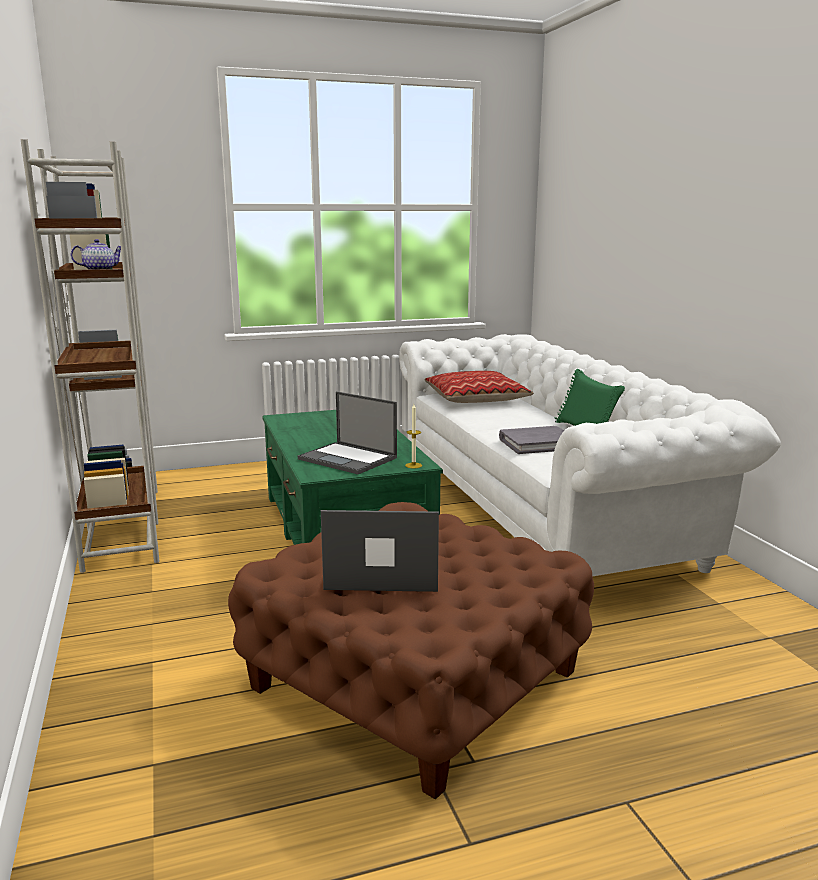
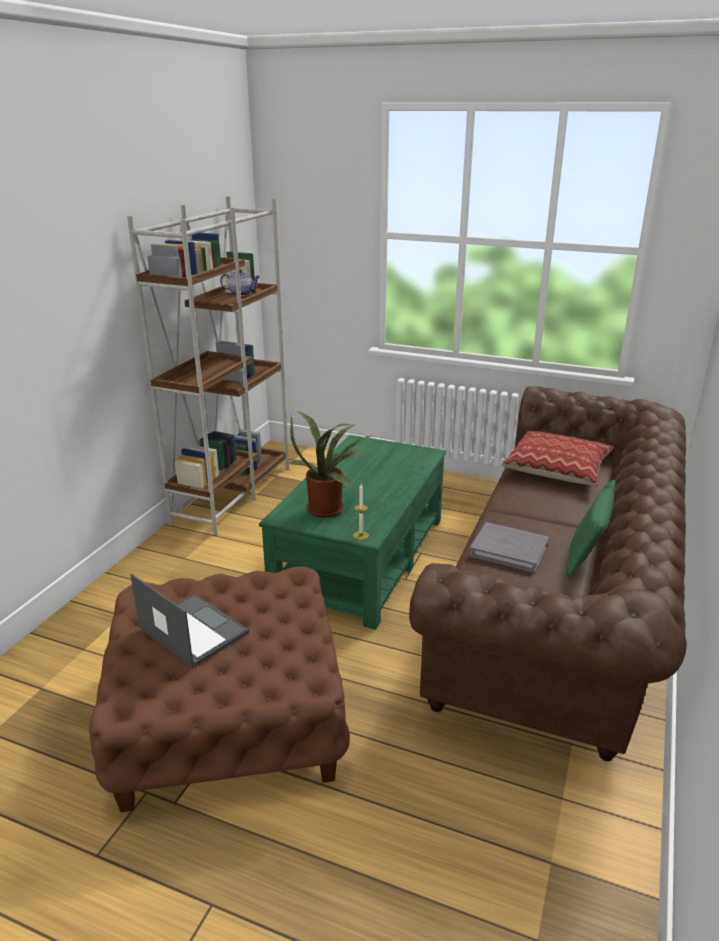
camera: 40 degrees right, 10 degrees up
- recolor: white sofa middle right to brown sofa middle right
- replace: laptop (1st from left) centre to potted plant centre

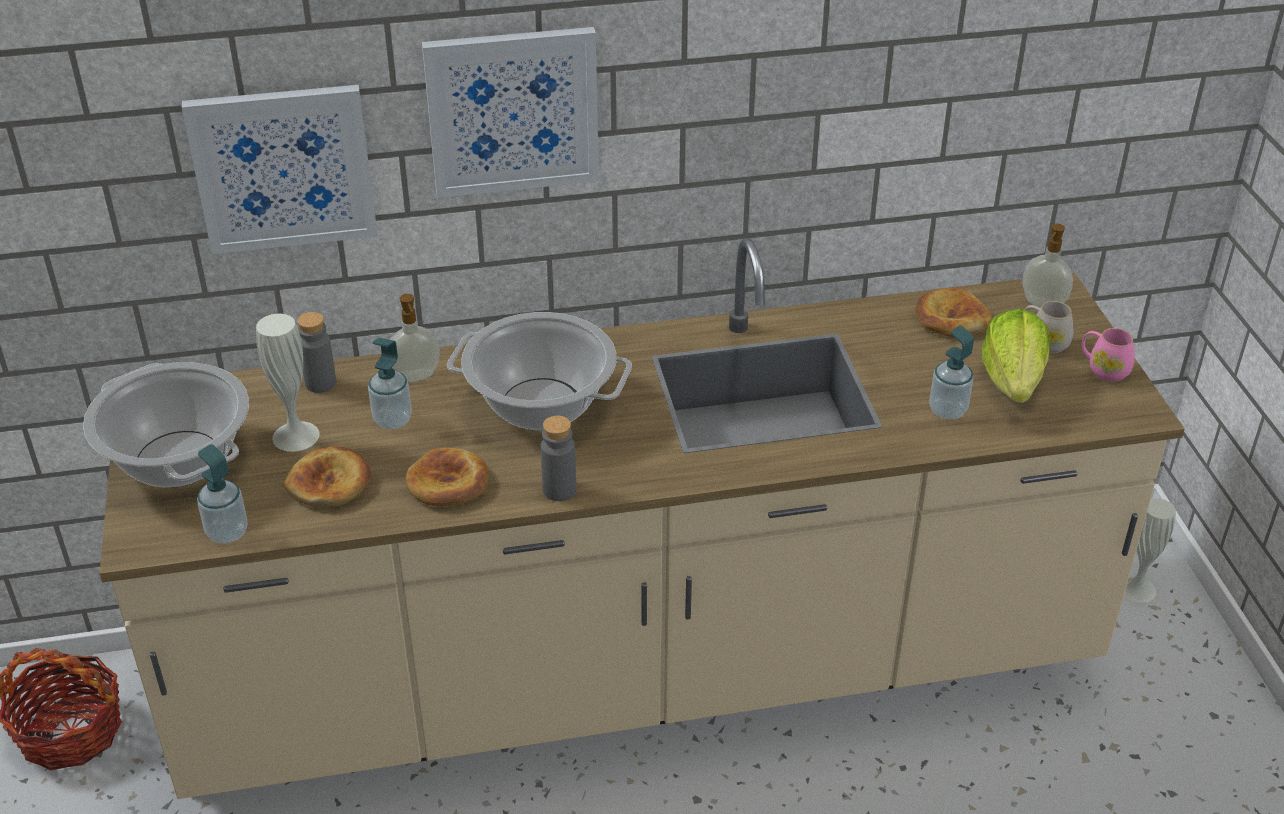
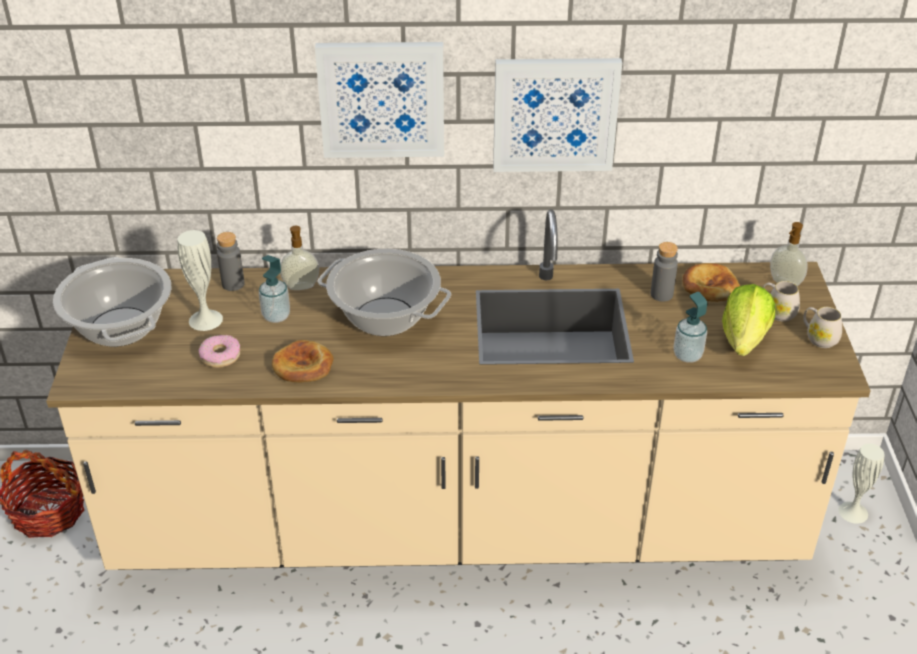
camera: 10 degrees right, 0 degrees up
- move: picture (1st from left in the first image) top left to picture (2nd from left) top centre
- recolor: pink mug middle right to white mug (2nd from left) middle right
- move: grey bottle (2nd from left) centre to middle right
- delete: soap dispenser (1st from left) middle left
- replace: bread (1st from left) middle left to donut middle left

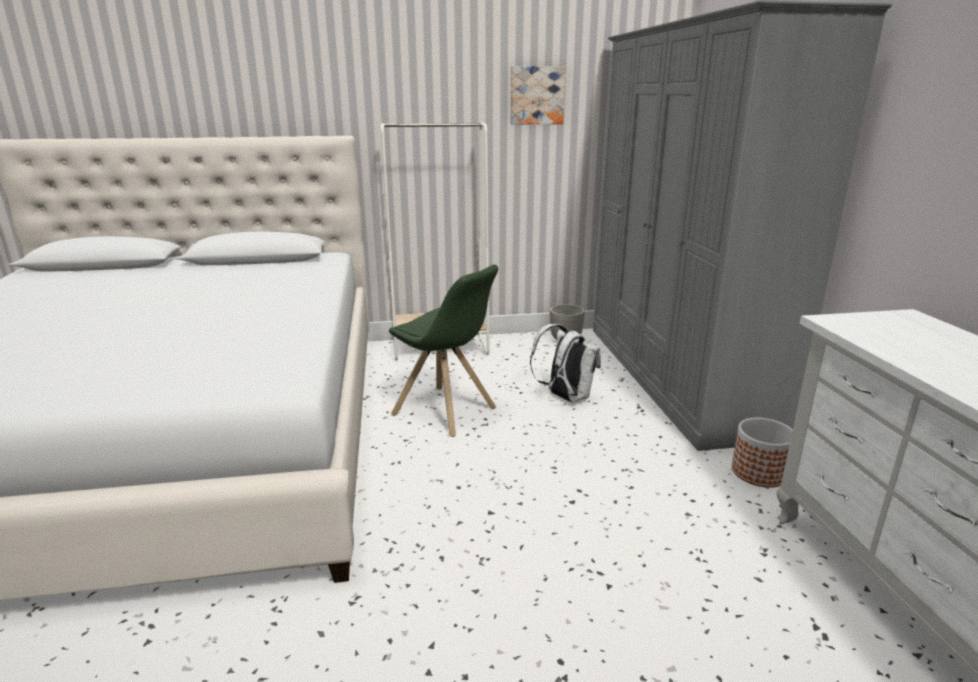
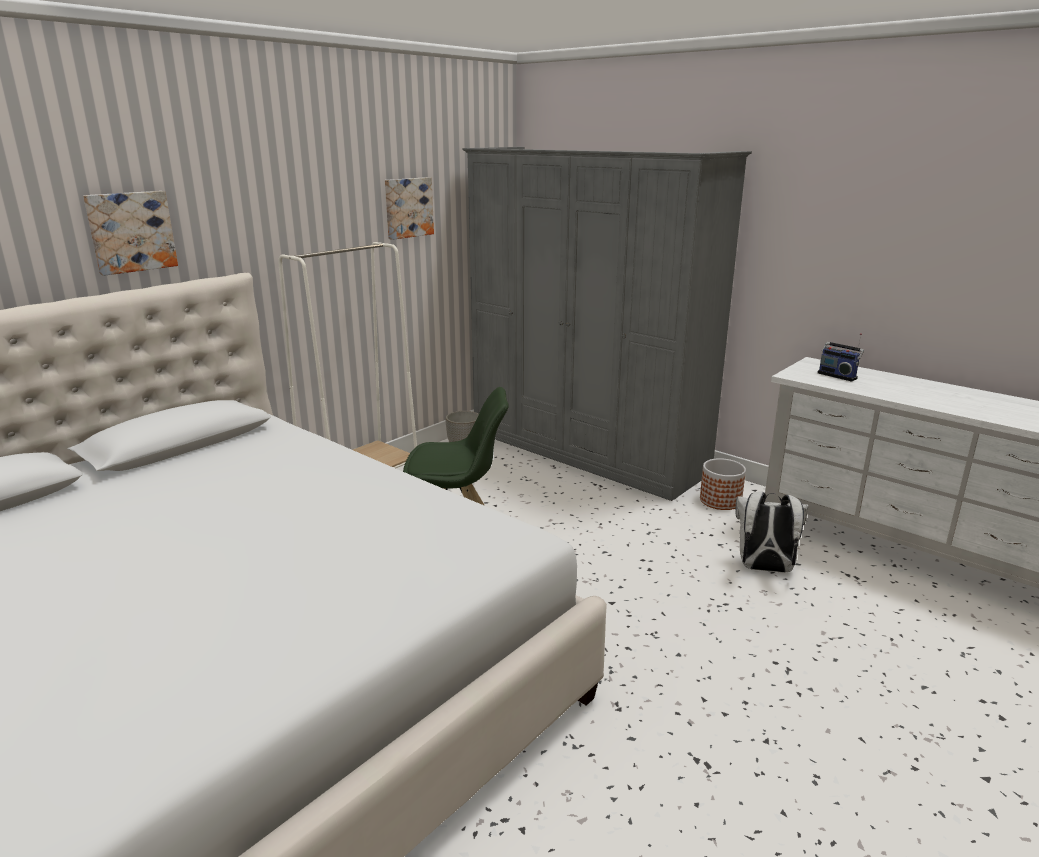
camera: 40 degrees left, 0 degrees up
- move: white backpack centre to middle right
- insert: picture (1st from left) top left
- insert: radio middle right

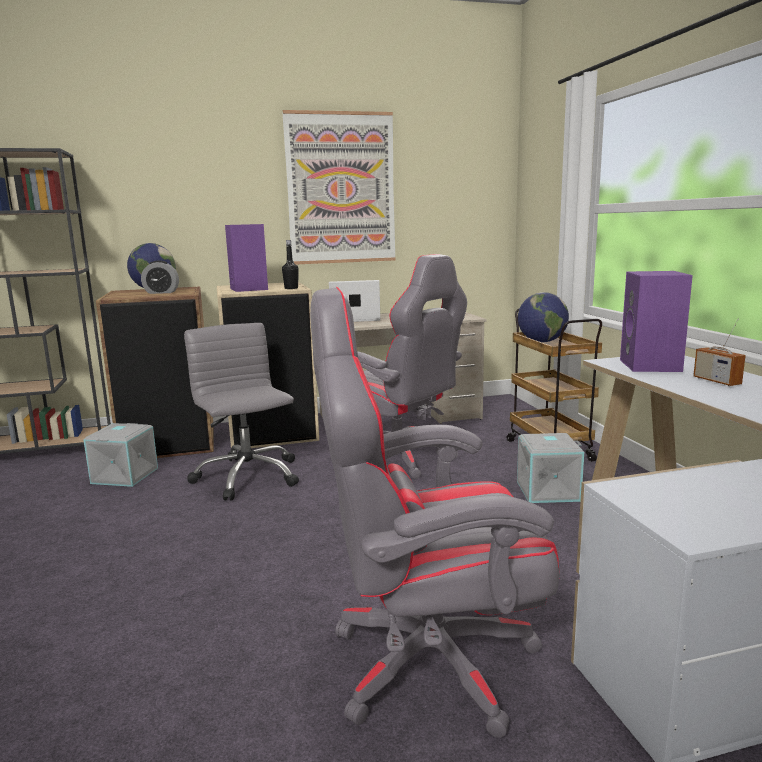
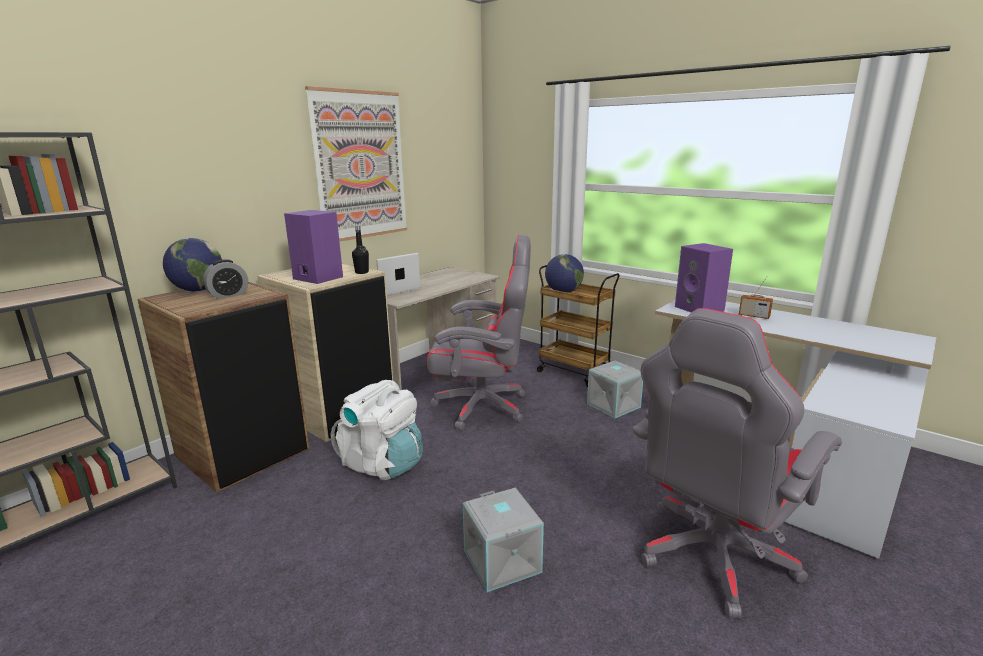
camera: 35 degrees left, 5 degrees up
- replace: grey office chair (1st from left) middle left to white backpack centre
- move: grey storage box (1st from left) middle left to bottom centre

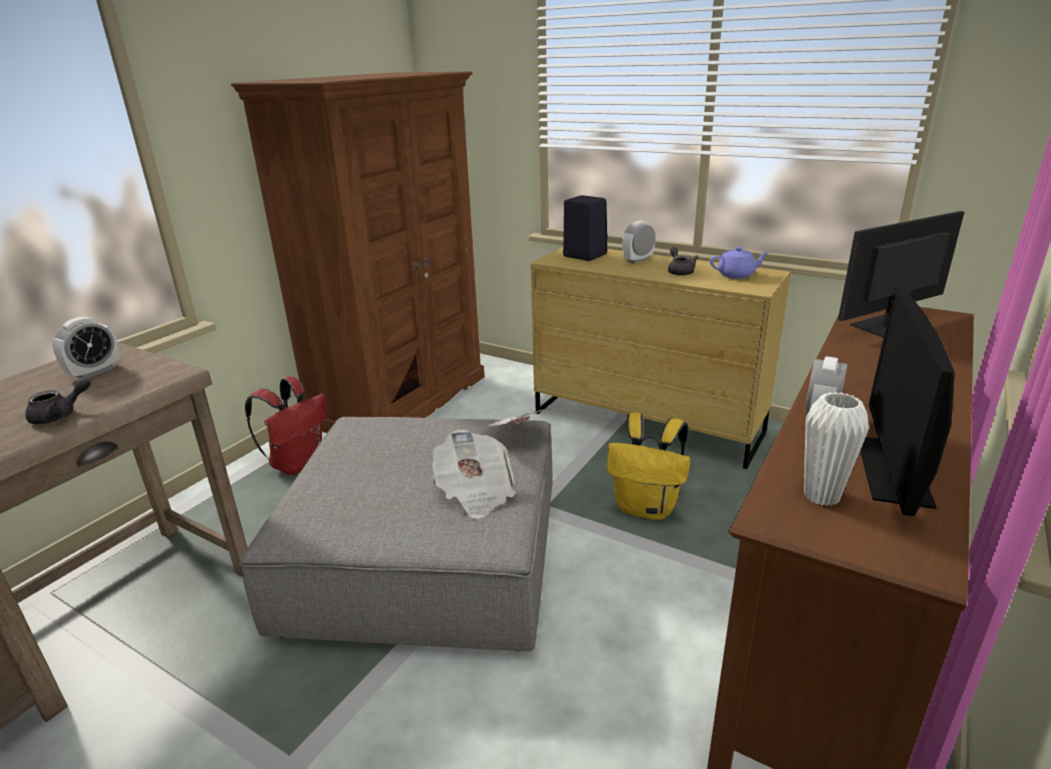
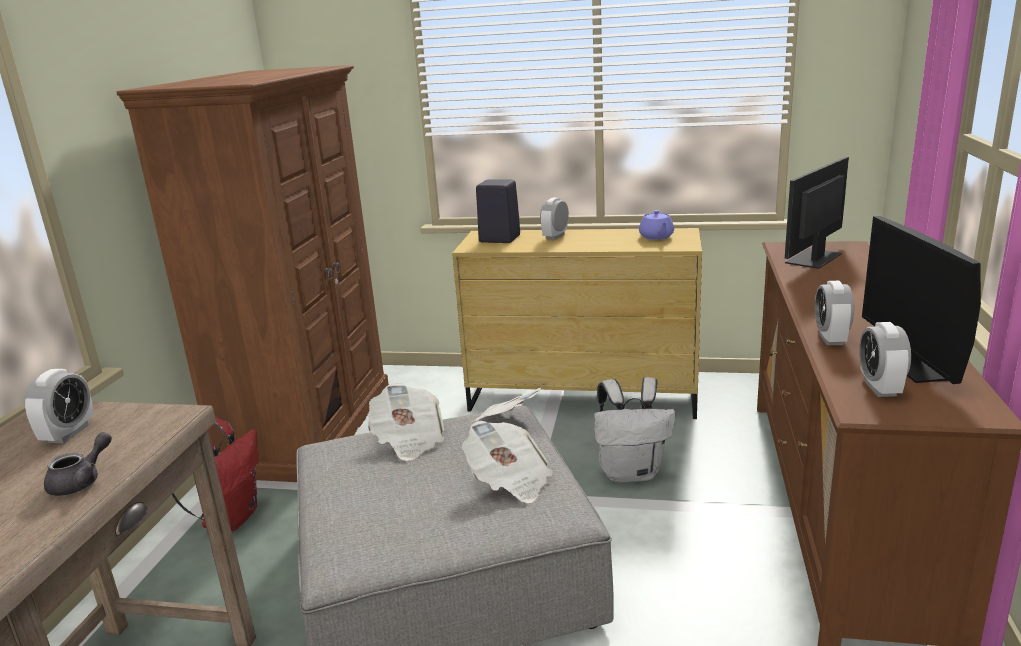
camera: 20 degrees left, 5 degrees down
- delete: grey teapot (2nd from left) centre
- rotate: purple teapot middle right = centre 105 degrees clockwise
- replace: white vase middle right to alarm clock (4th from left) middle right
- recolor: yellow backpack centre to white backpack centre
- insert: newspaper (1st from left) centre

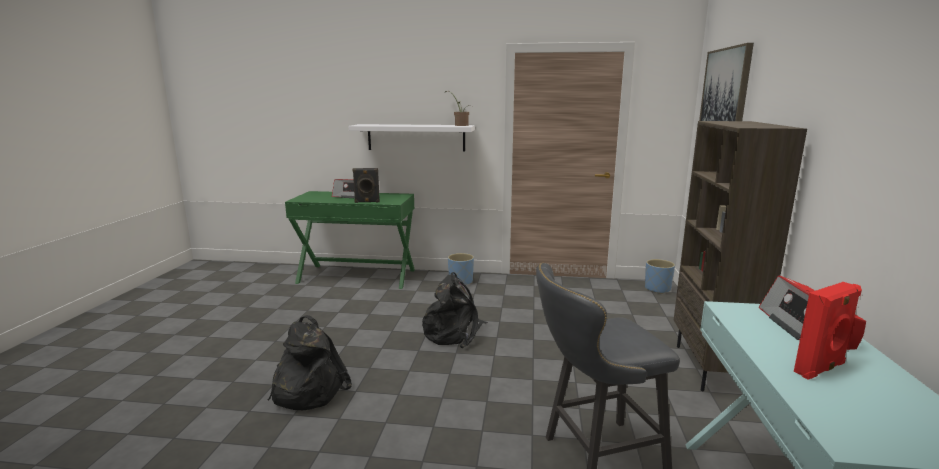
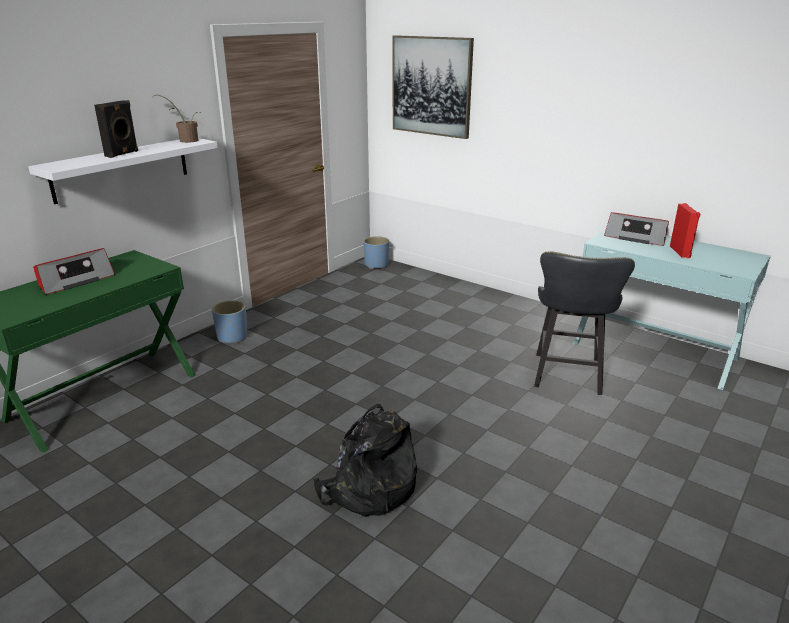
camera: 60 degrees left, 10 degrees up
- delete: brown bookcase middle right
- move: black speaker centre to top left
- delete: black backpack (2nd from left) centre

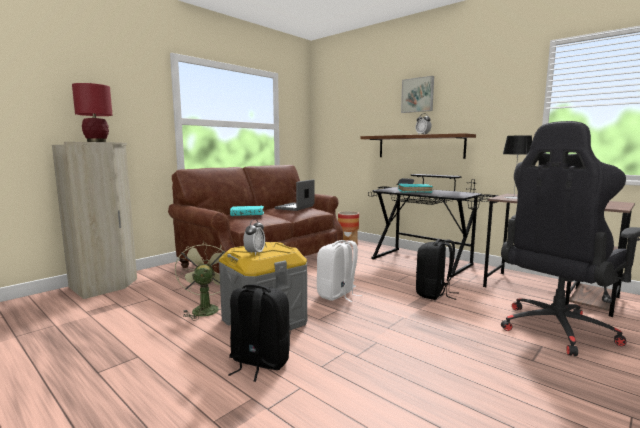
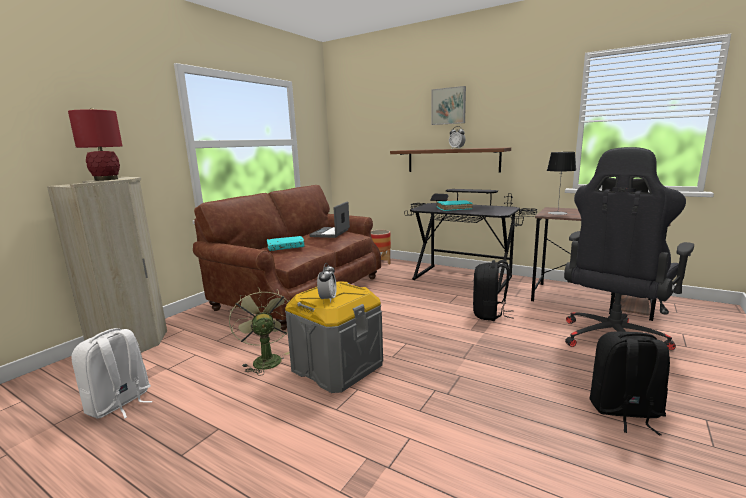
camera: 10 degrees left, 5 degrees up
- move: white backpack centre to bottom left
- move: black backpack (1st from left in the first image) bottom centre to black backpack (2nd from left) bottom right

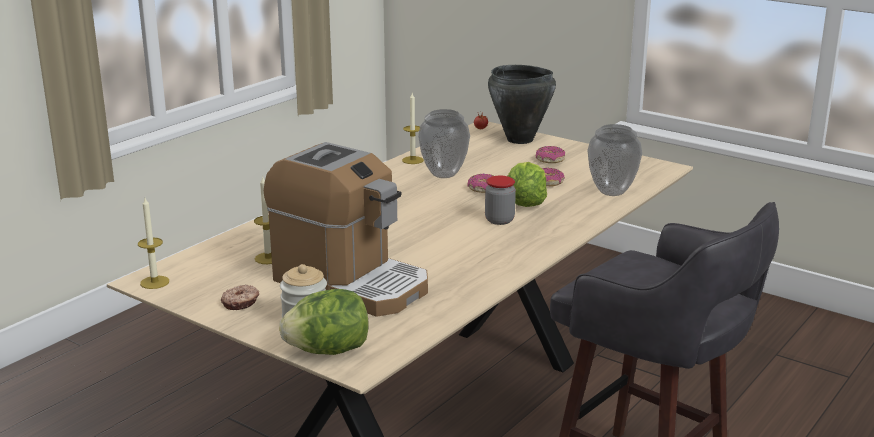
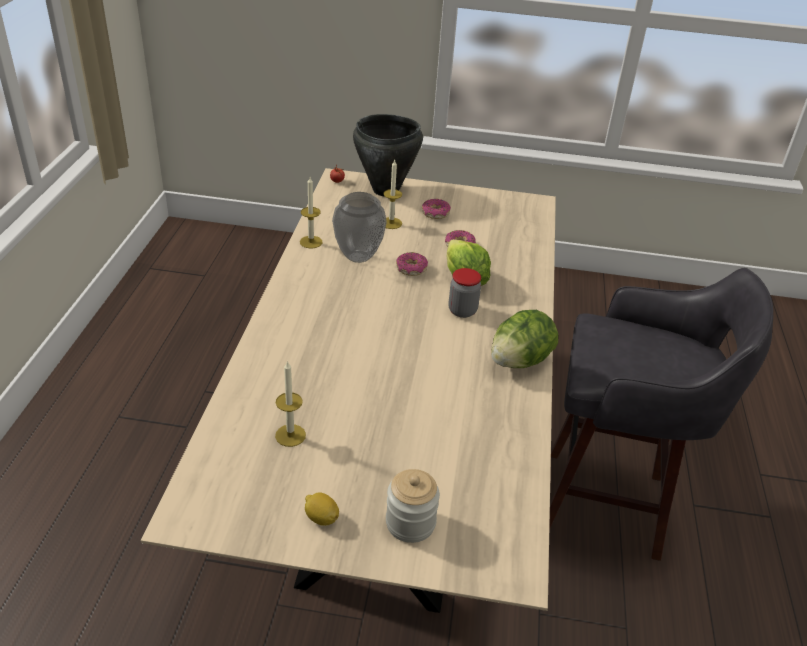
camera: 30 degrees left, 15 degrees up
- delete: vase (2nd from left) middle right
- delete: coffee machine centre
- move: candle (1st from left in the first image) middle left to candle (3rd from left) top centre
- replace: donut (1st from left) bottom left to lemon bottom centre
- move: lettuce (1st from left in the first image) bottom centre to lettuce (2nd from left) centre

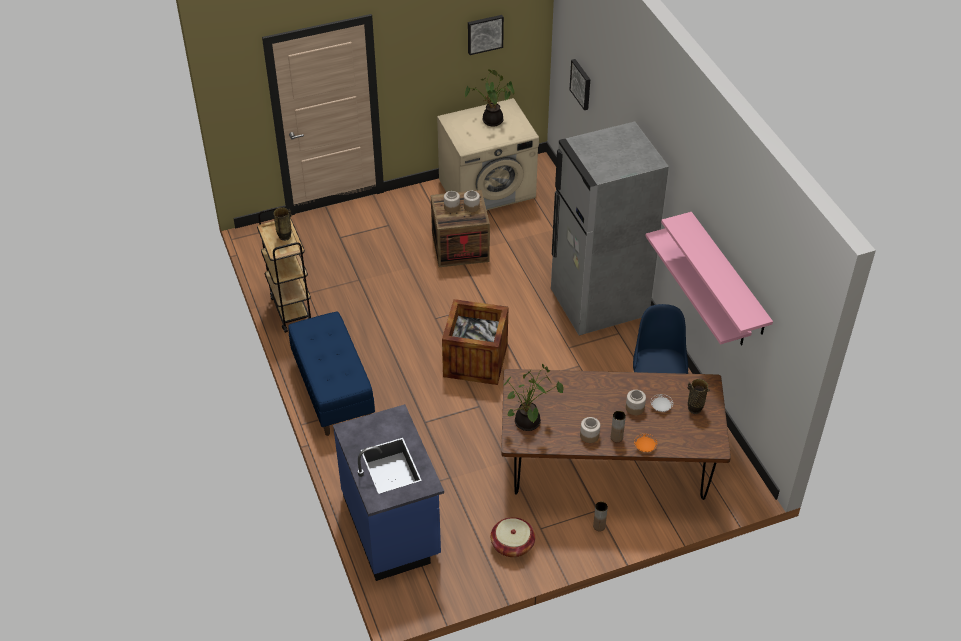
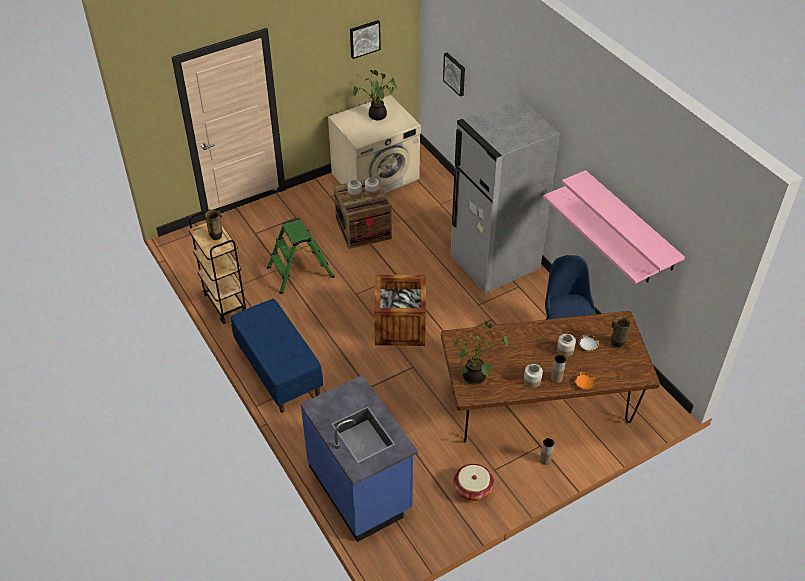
camera: 10 degrees left, 0 degrees up
- insert: green step ladder centre

